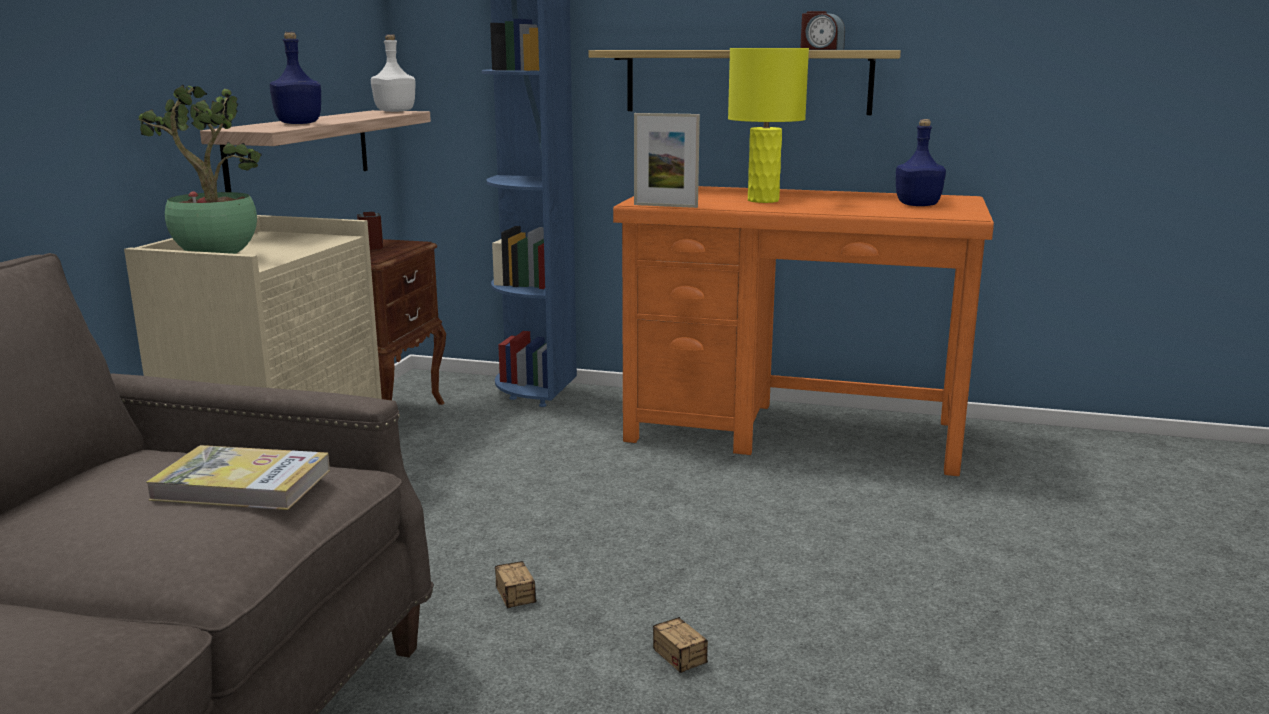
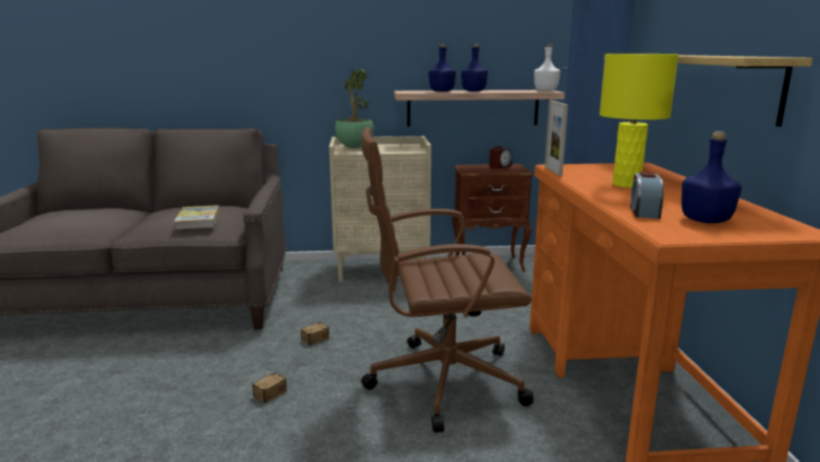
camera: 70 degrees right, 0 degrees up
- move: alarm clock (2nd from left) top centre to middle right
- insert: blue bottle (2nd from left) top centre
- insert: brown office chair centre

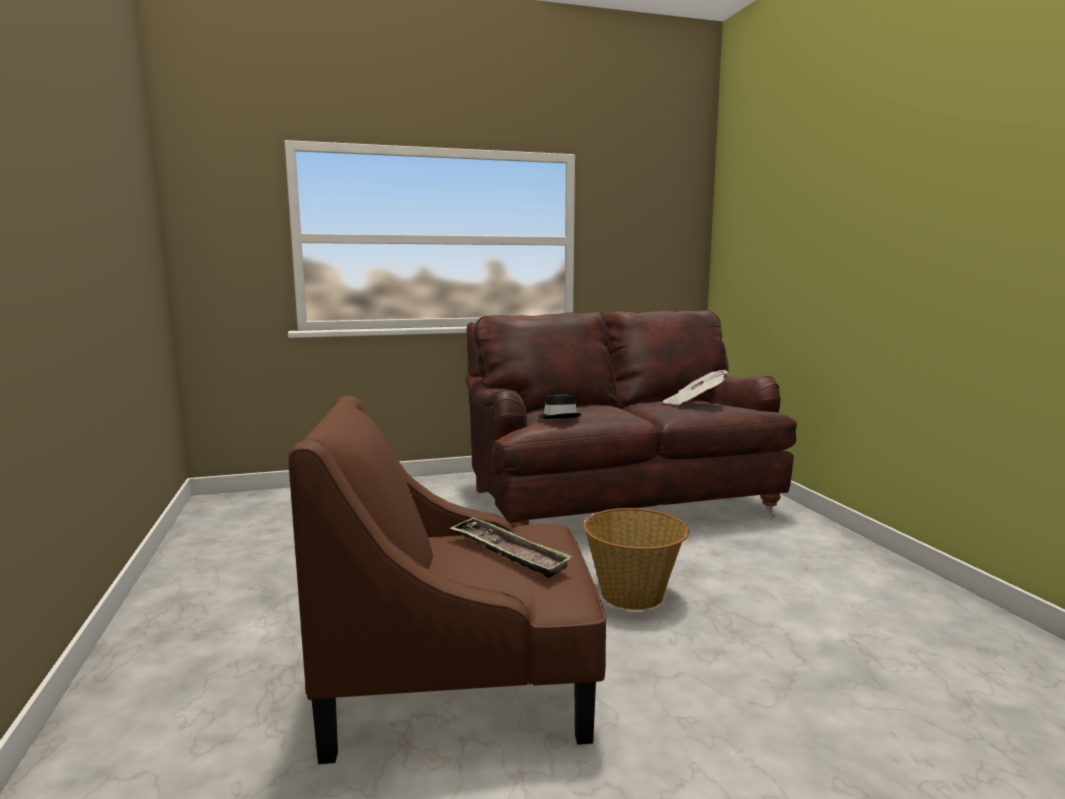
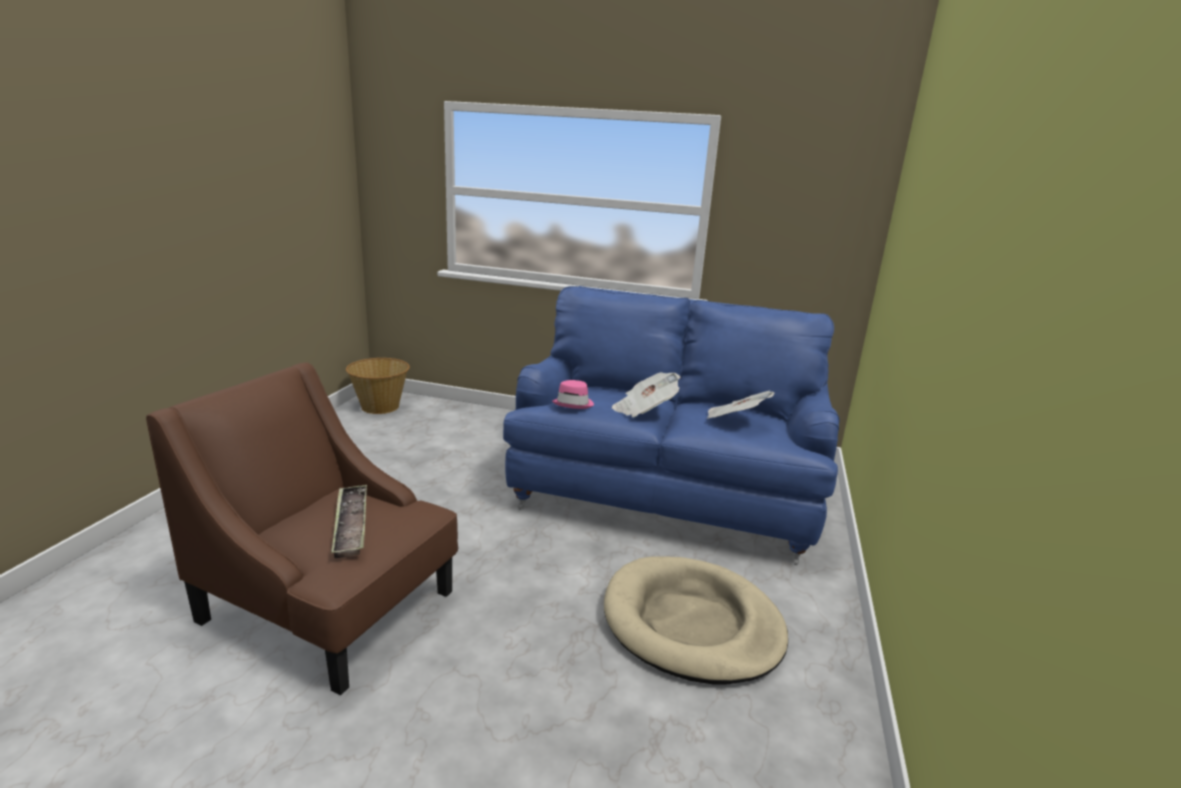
camera: 30 degrees right, 10 degrees up
- recolor: brown sofa centre to blue sofa centre
- recolor: black hat centre to pink hat centre
- move: basket bottom centre to middle left
- insert: newspaper (1st from left) centre
- insert: beige dog bed bottom centre

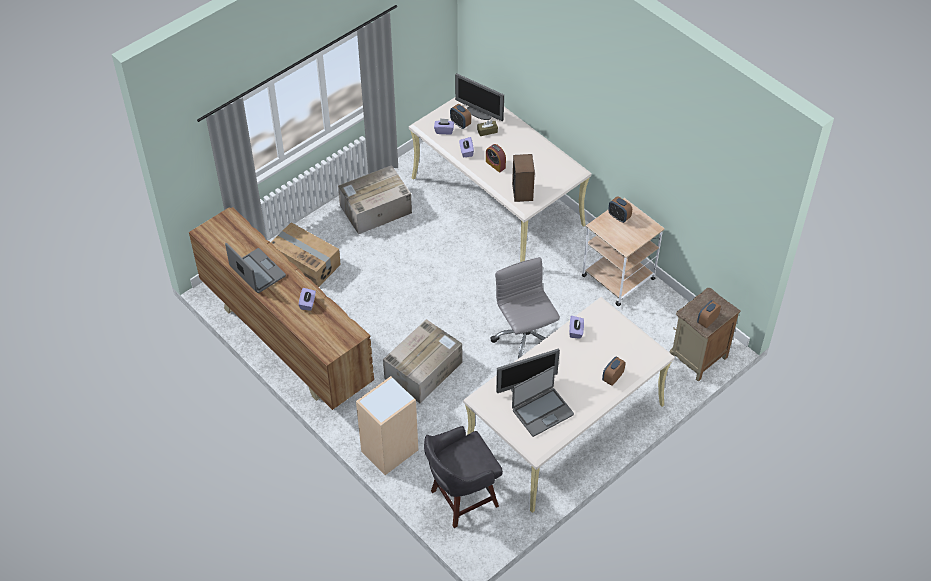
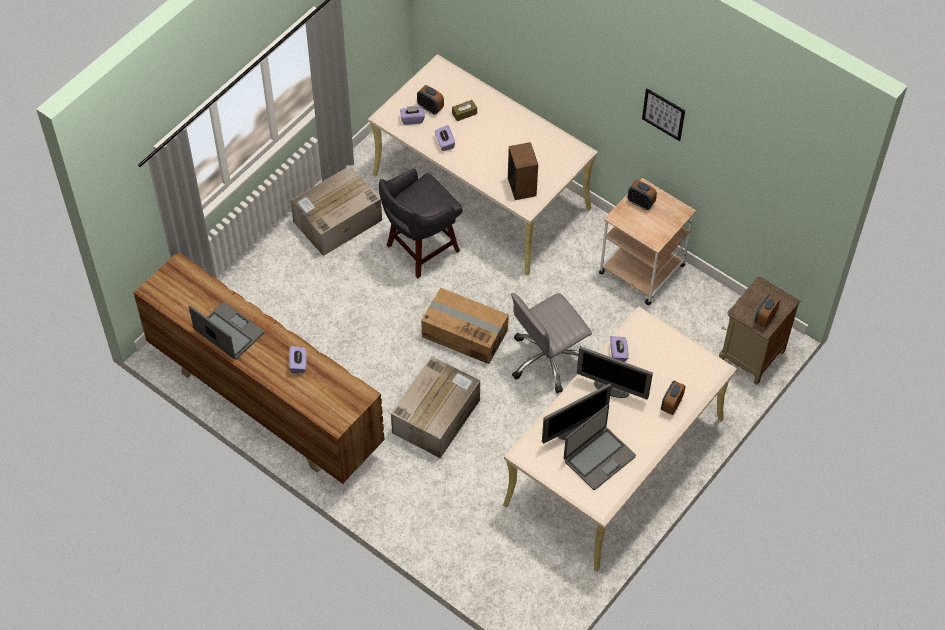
camera: 10 degrees left, 5 degrees up
- move: monitor (1st from left in the first image) top centre to monitor (2nd from left) centre
- delete: alarm clock (2nd from left) top centre
- move: cardboard box (1st from left in the first image) middle left to cardboard box (3rd from left) centre
- rotate: grey office chair centre = centre 90 degrees counterclockwise
- delete: bookcase bottom centre
- move: grey stool bottom centre to centre
- insert: picture top right

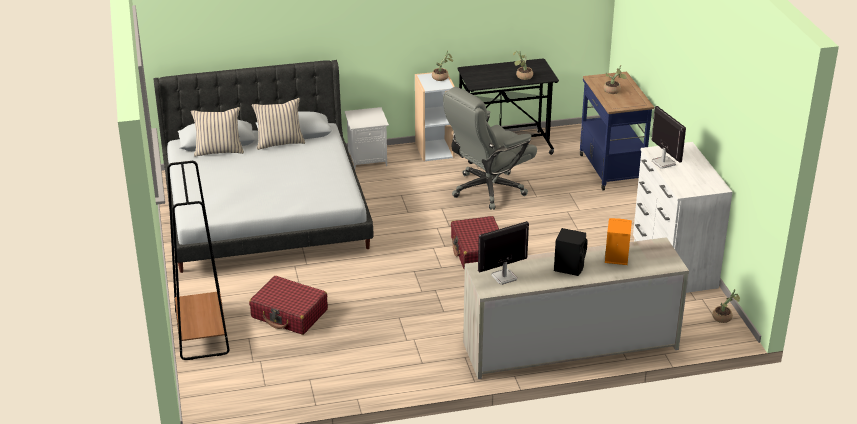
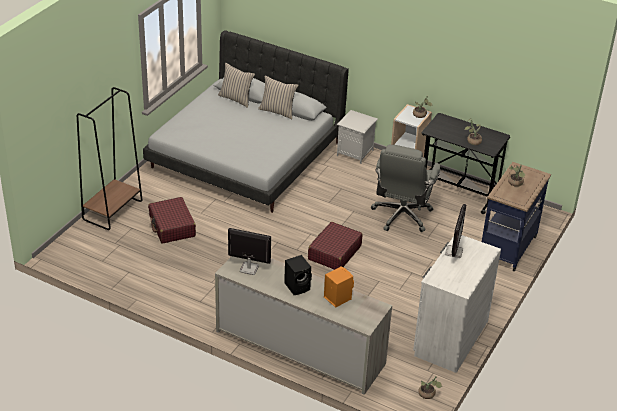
camera: 40 degrees right, 5 degrees up
- rotate: grey office chair centre = centre 75 degrees counterclockwise

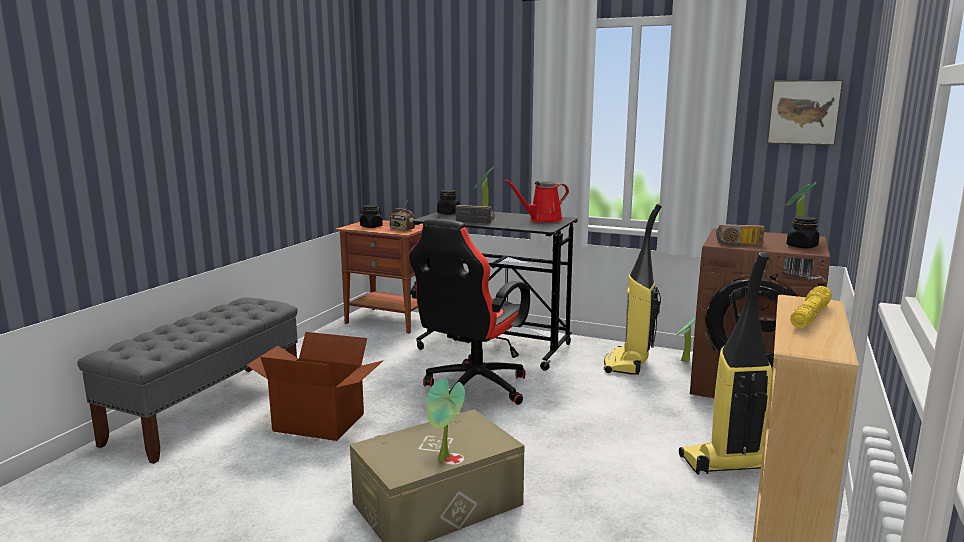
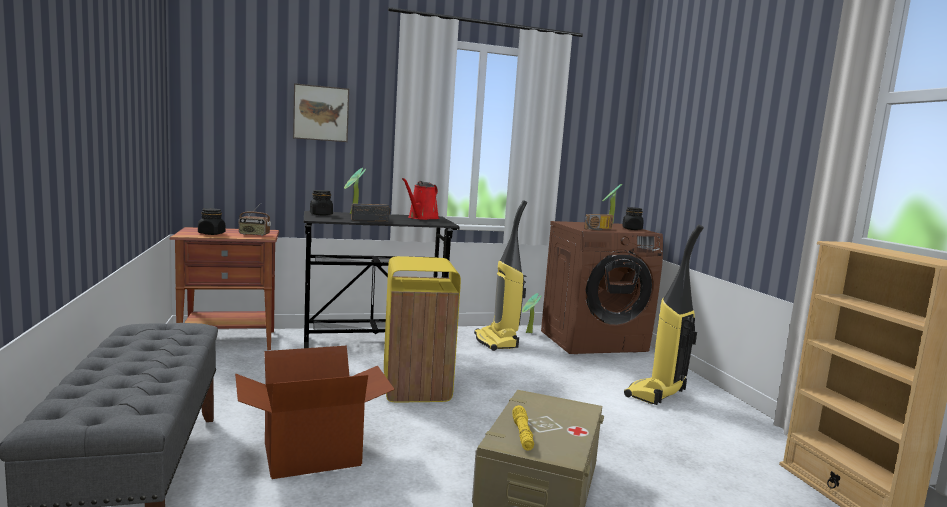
camera: 40 degrees left, 5 degrees down
- move: picture top right to top centre
- replace: black office chair centre to yellow trash can centre
- move: yellow flashlight middle right to bottom centre
- delete: potted plant (1st from left) bottom centre

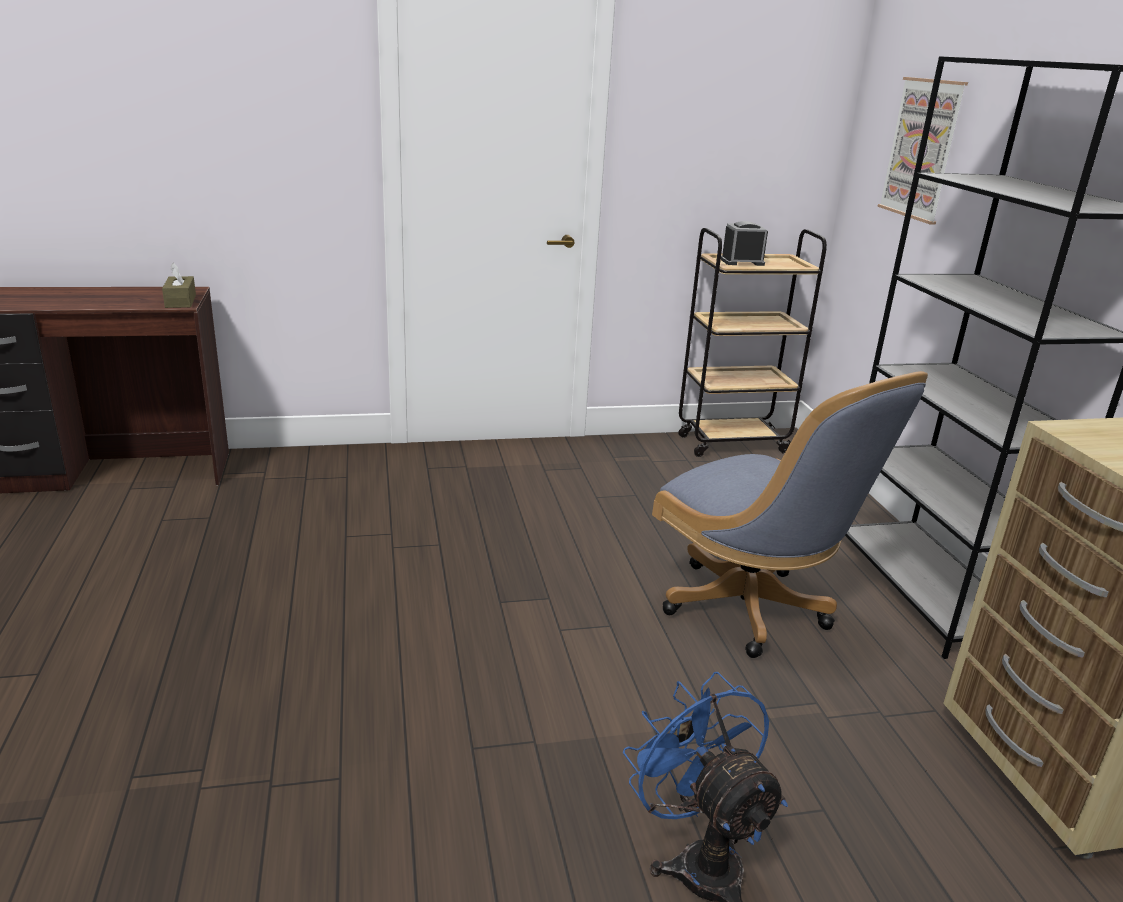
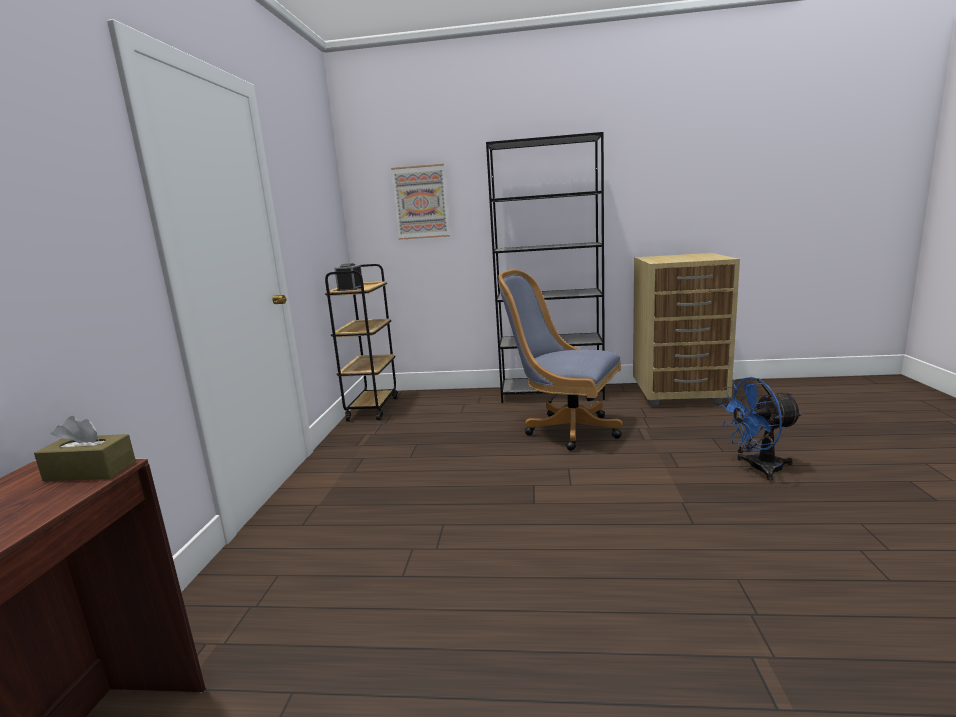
camera: 70 degrees left, 10 degrees down
- rotate: blue office chair middle right = centre 135 degrees counterclockwise

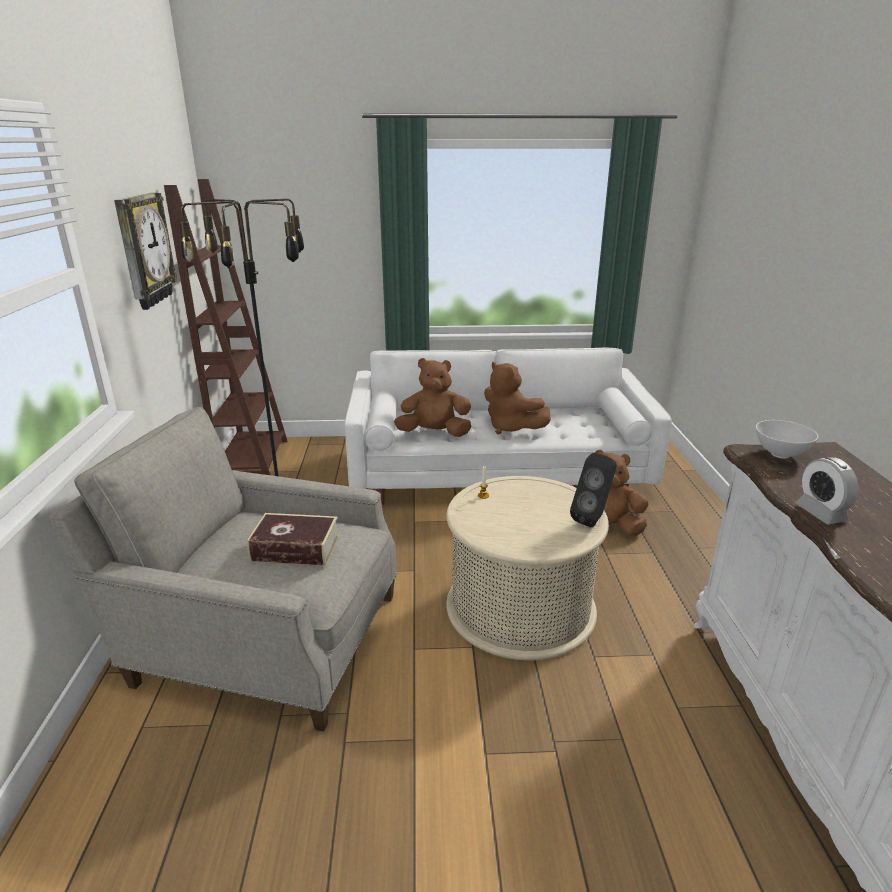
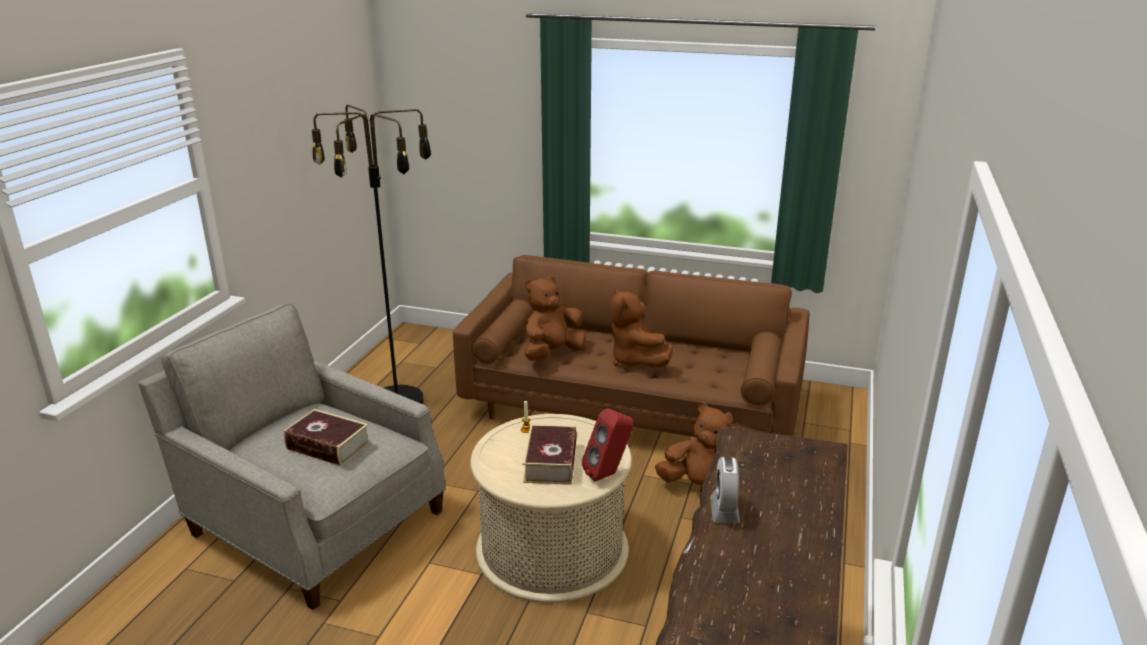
camera: 20 degrees right, 0 degrees up
- delete: brown bookcase middle left
- delete: wall clock top left
- recolor: white sofa centre to brown sofa centre
- rotate: brown plush toy (1st from left) centre = centre 60 degrees counterclockwise
- delete: white bowl middle right
- recolor: black speaker centre to red speaker bottom centre
- insert: book (2nd from left) bottom centre

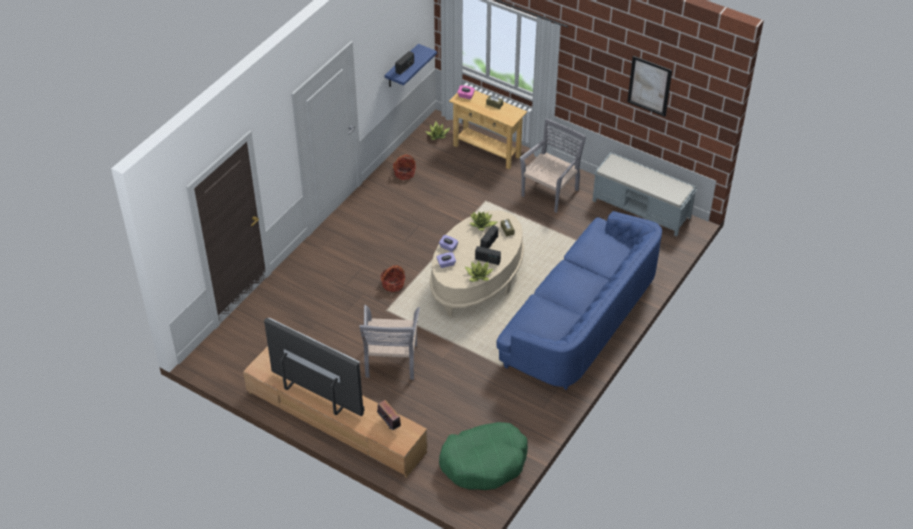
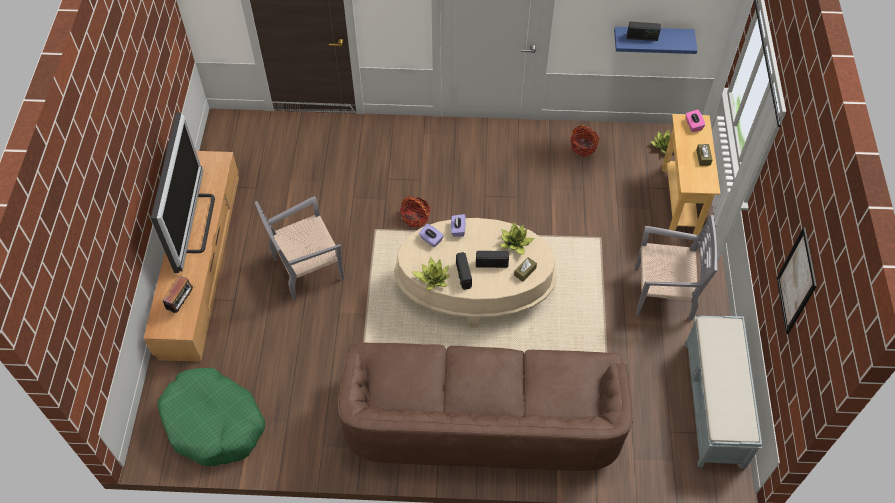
camera: 60 degrees right, 10 degrees up
- recolor: blue sofa centre to brown sofa bottom centre

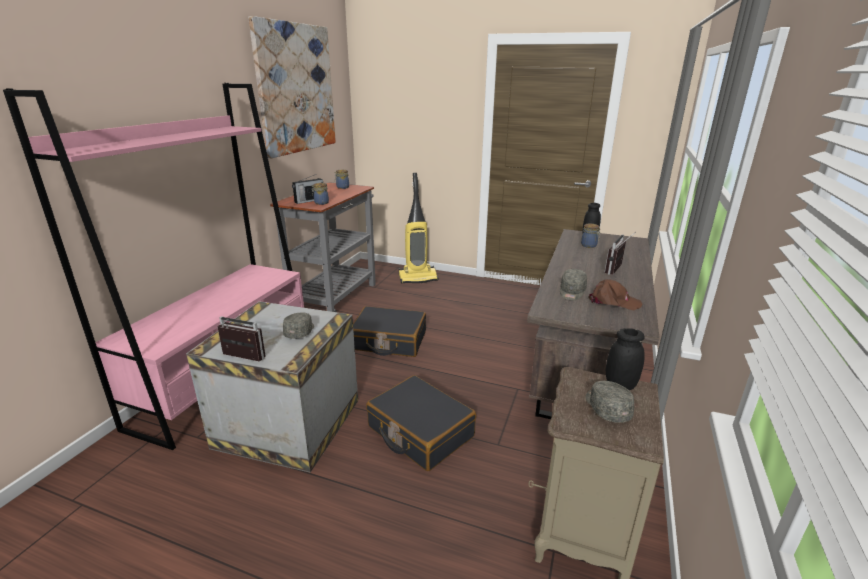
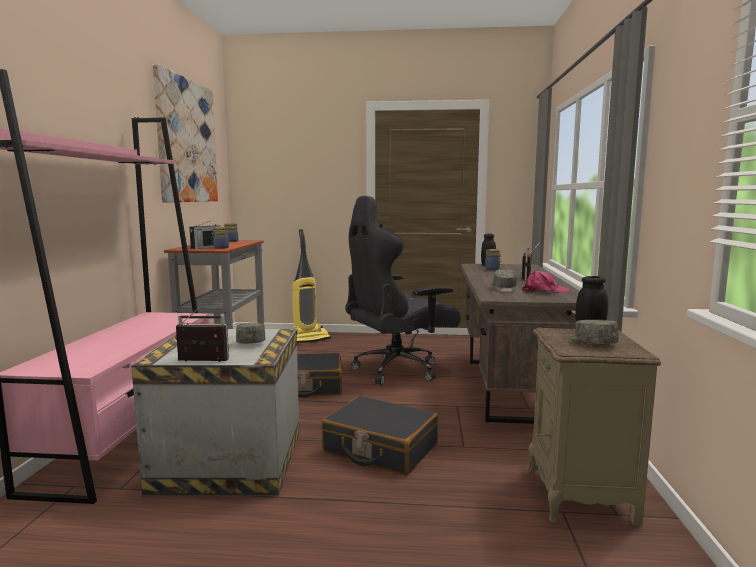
camera: 15 degrees left, 15 degrees down
- recolor: brown cap middle right to pink cap middle right
- insert: black office chair centre

